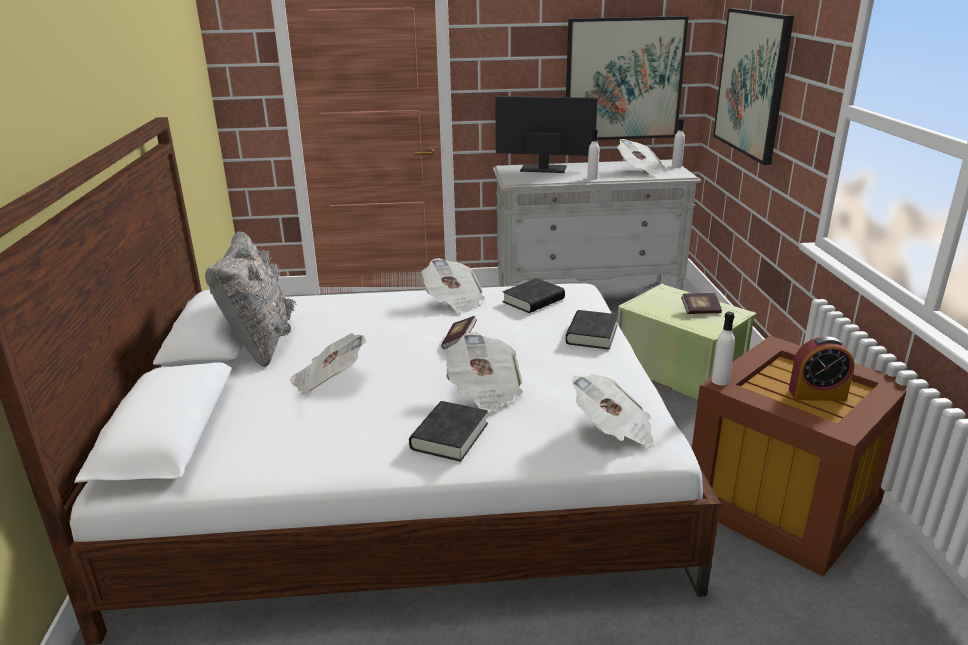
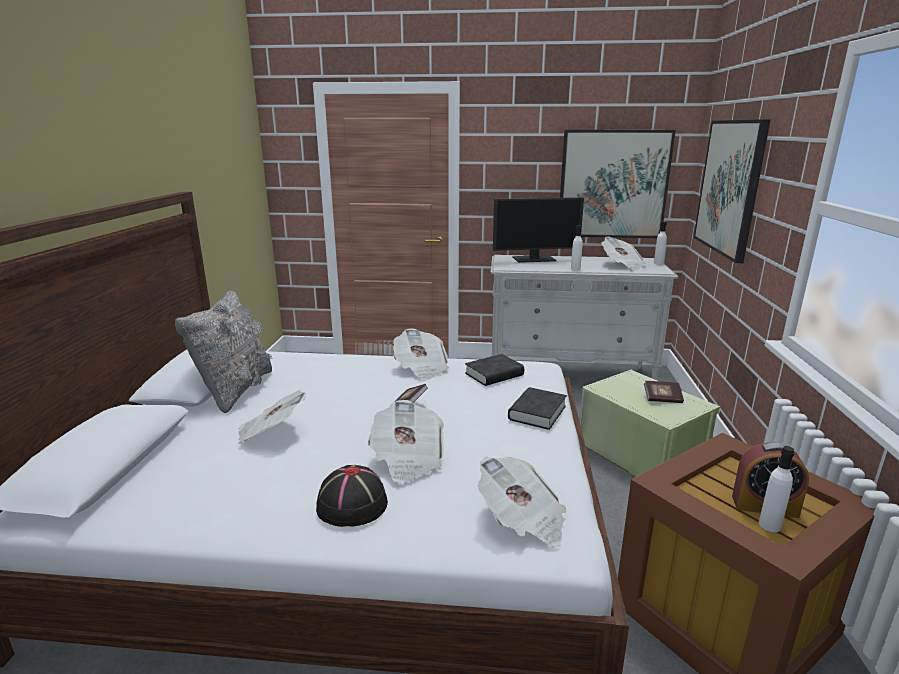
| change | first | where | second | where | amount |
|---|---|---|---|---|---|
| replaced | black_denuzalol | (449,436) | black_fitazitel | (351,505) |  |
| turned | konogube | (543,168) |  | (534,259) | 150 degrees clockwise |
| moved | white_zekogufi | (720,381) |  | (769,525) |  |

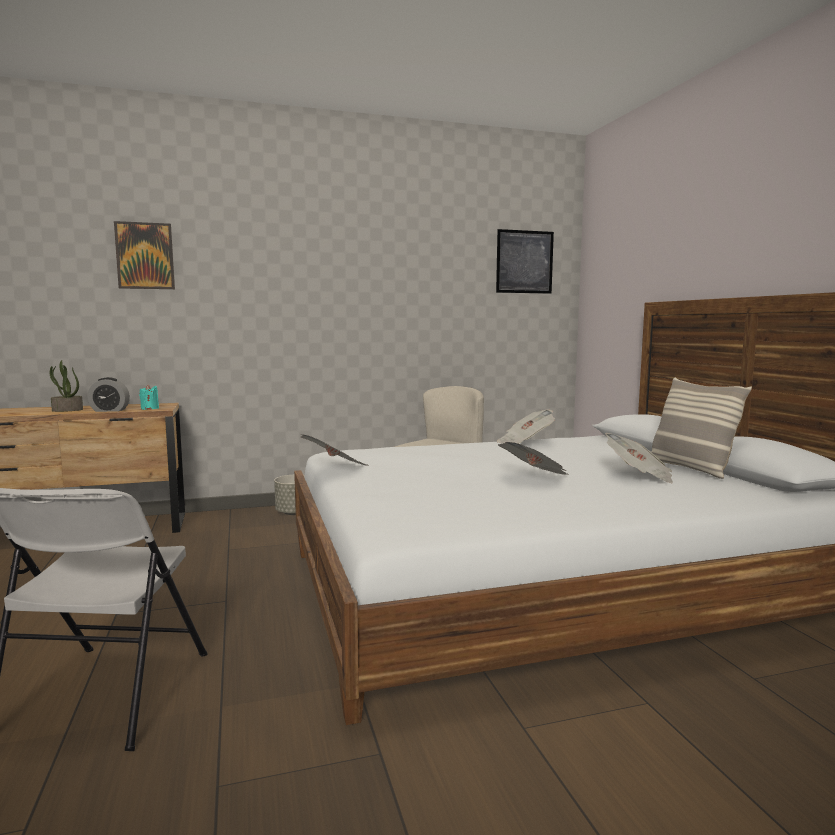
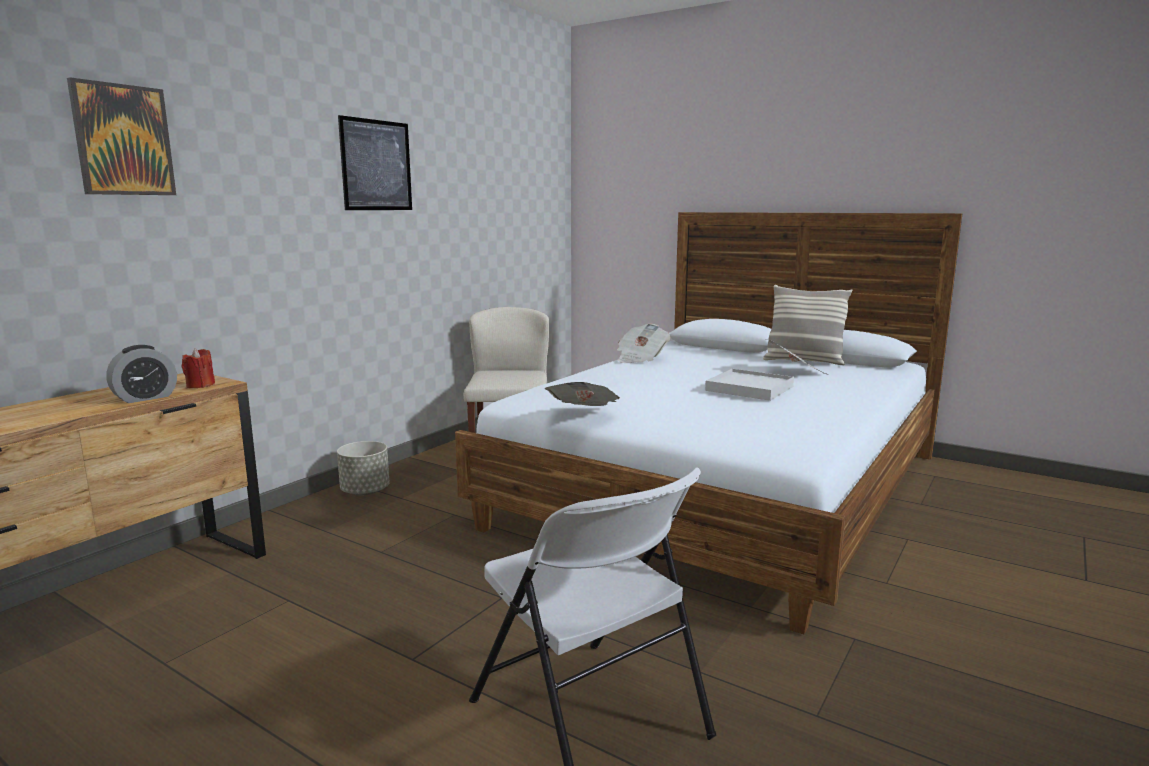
| change | first | where | second | where | amount |
|---|---|---|---|---|---|
| removed | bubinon | (67,410) |  |  |  |
| recoloured | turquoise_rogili | (150,408) | red_rogili | (200,385) |  |
| moved | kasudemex | (524,262) |  | (376,165) |  |
| replaced | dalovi | (535,478) | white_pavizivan | (749,388) |  |

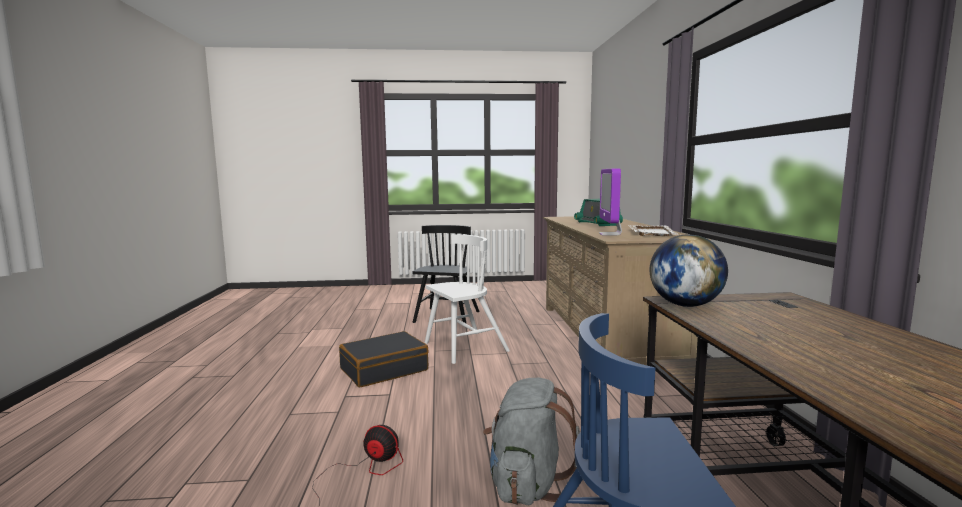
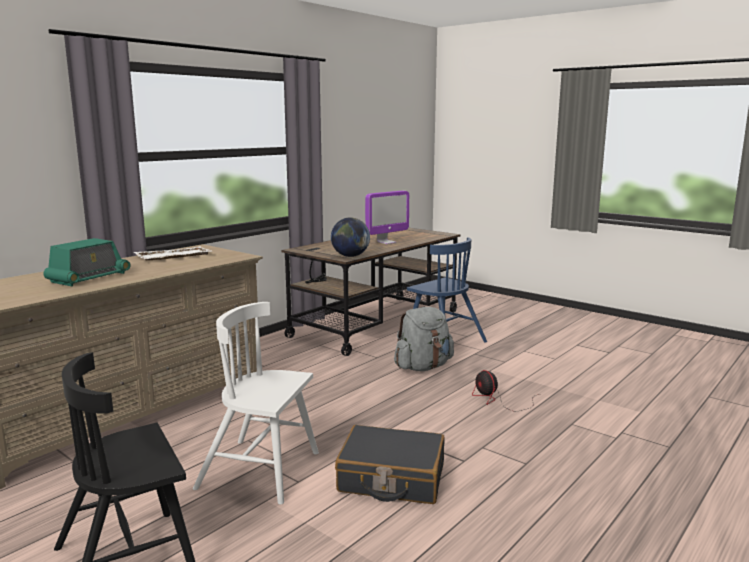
| change | first | where | second | where | amount |
|---|---|---|---|---|---|
| moved | konogube | (610,234) |  | (386,242) |  |

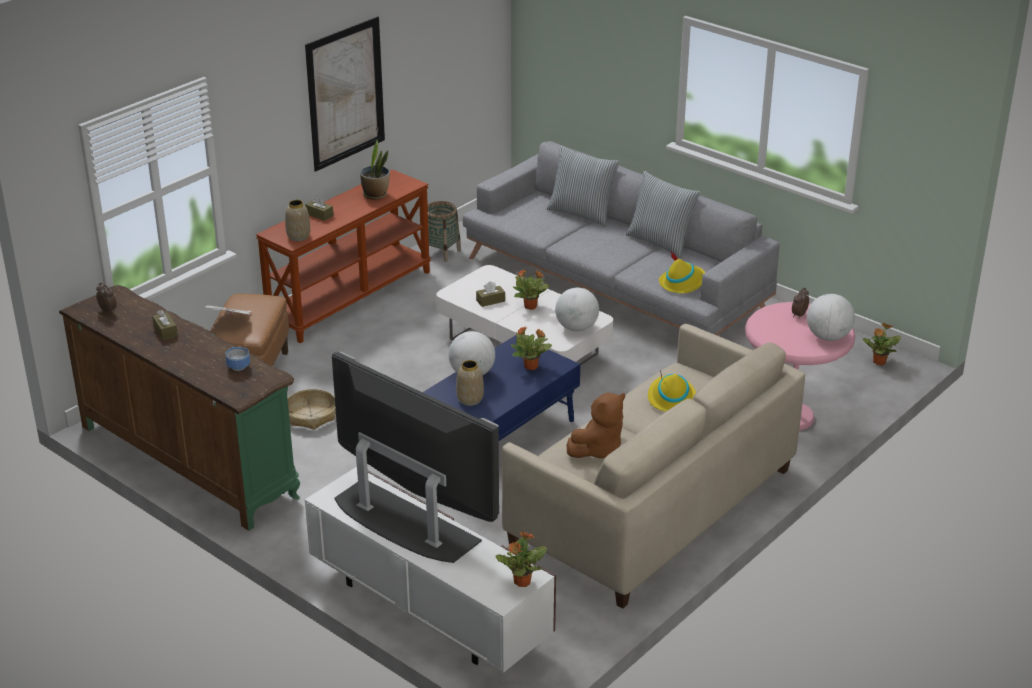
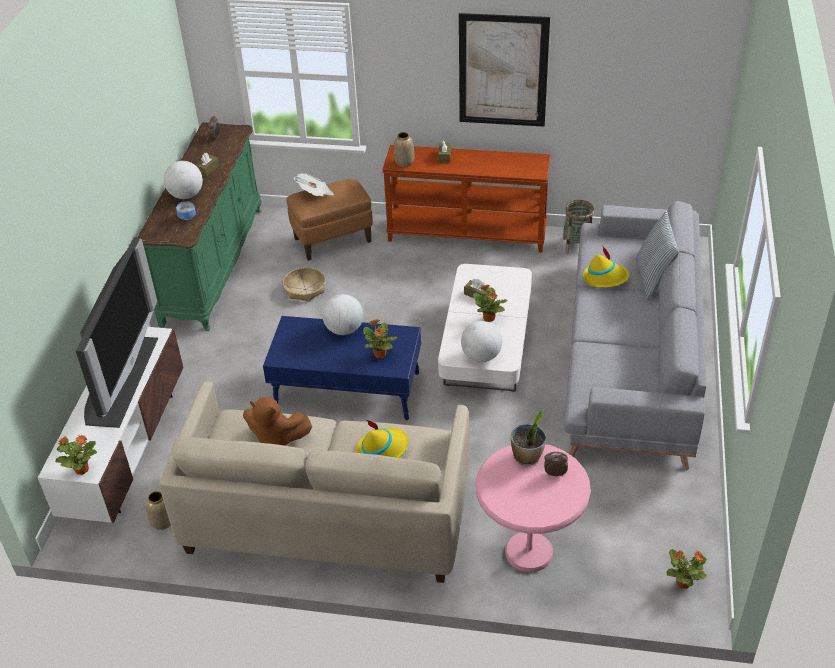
| change | first | where | second | where | amount |
|---|---|---|---|---|---|
| moved | bubinon | (375,195) |  | (527,456) |  |
| moved | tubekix | (470,400) |  | (162,522) |  |
| removed | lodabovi | (660,242) |  |  |  |
| moved | yellow_fitazitel | (682,283) |  | (605,278) |  |
| moved | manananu | (828,337) |  | (186,195) |  |

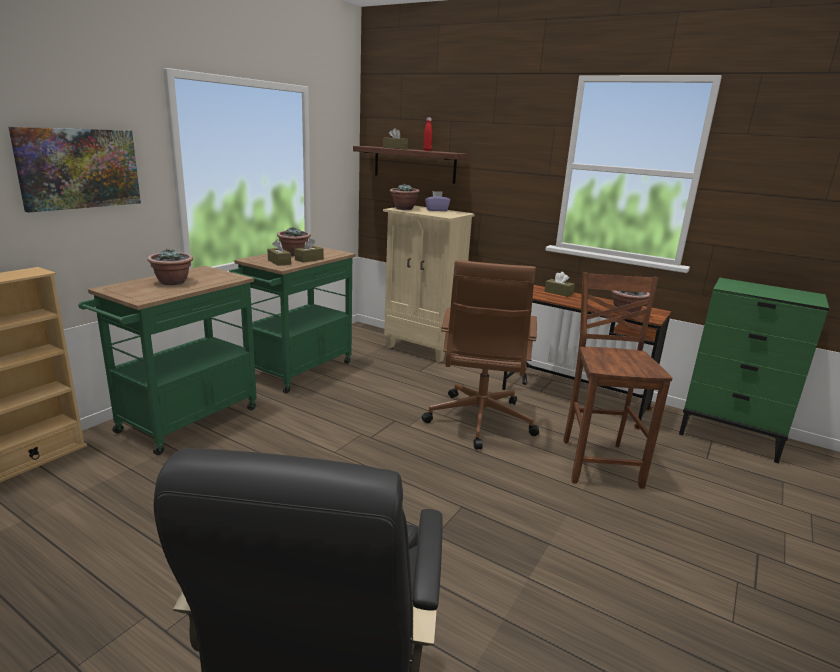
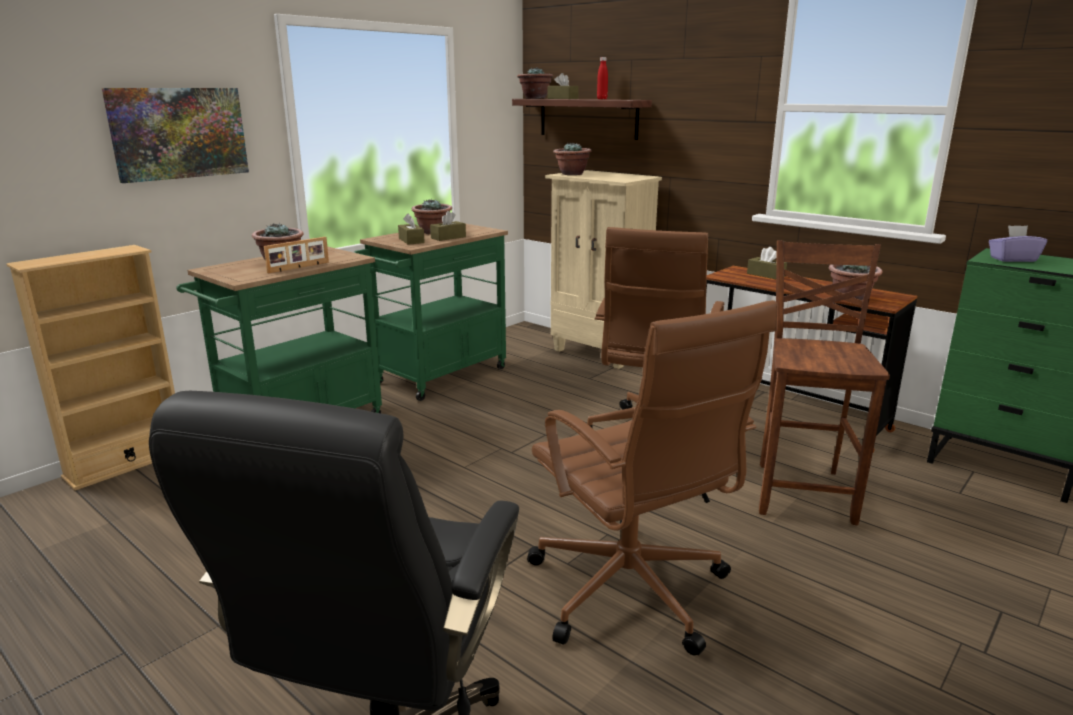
| change | first | where | second | where | amount |
|---|---|---|---|---|---|
| moved | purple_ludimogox | (436,210) |  | (1012,259) |  |
| added |  |  | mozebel | (299,267) |  |
| added |  |  | bubinon | (535,98) |  |
| added |  |  | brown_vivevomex | (631,593) |  |

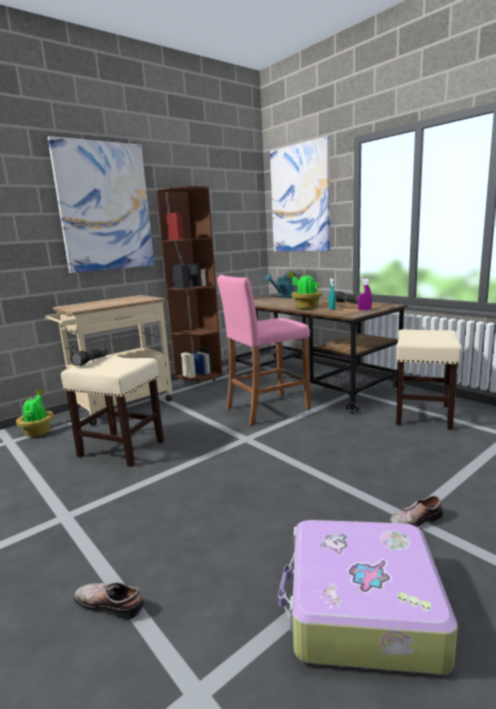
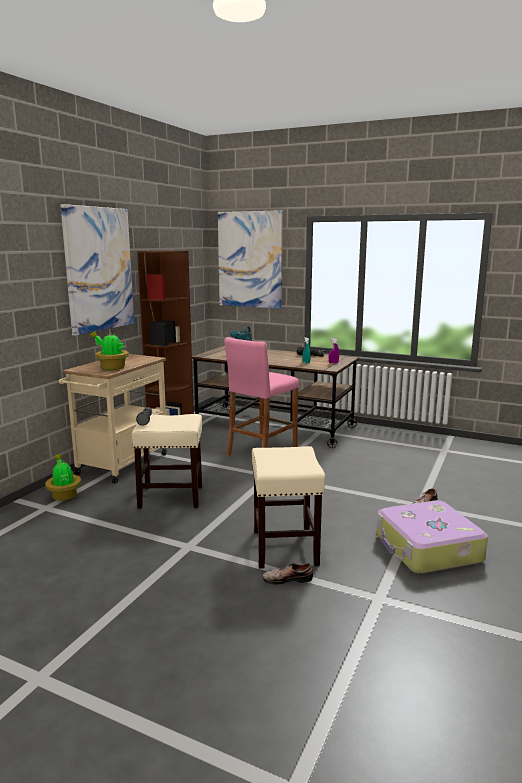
| change | first | where | second | where | amount |
|---|---|---|---|---|---|
| moved | bubinon | (305,307) |  | (111,368) |  |
| moved | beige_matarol | (423,415) |  | (285,548) |  |

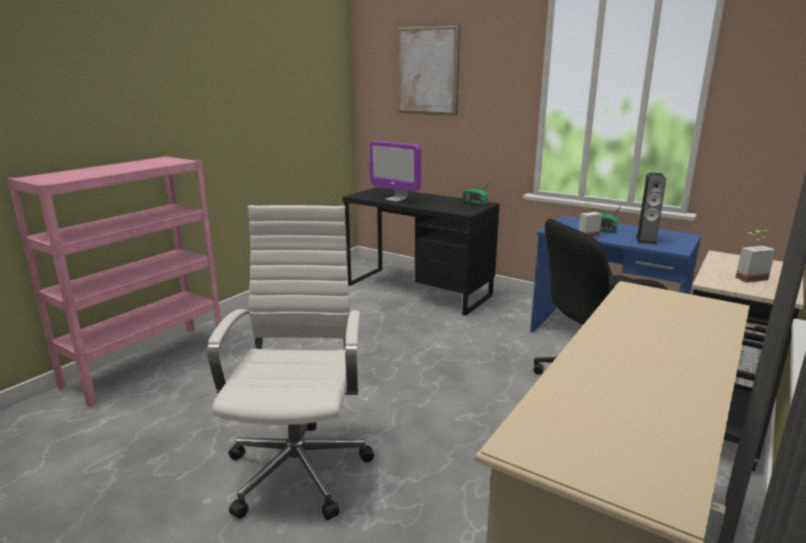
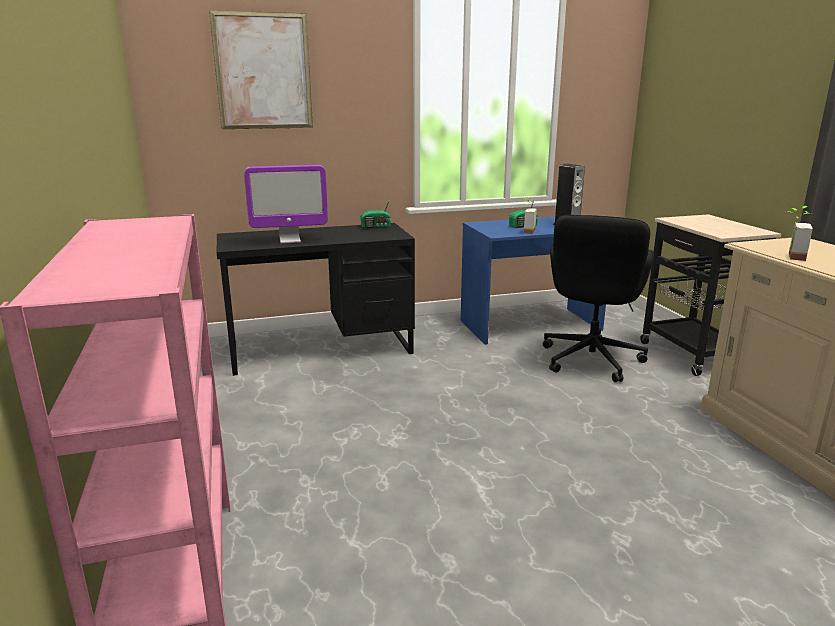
| change | first | where | second | where | amount |
|---|---|---|---|---|---|
| removed | white_vivevomex | (299,466) |  |  |  |
| moved | bubinon | (747,276) |  | (790,256) |  |

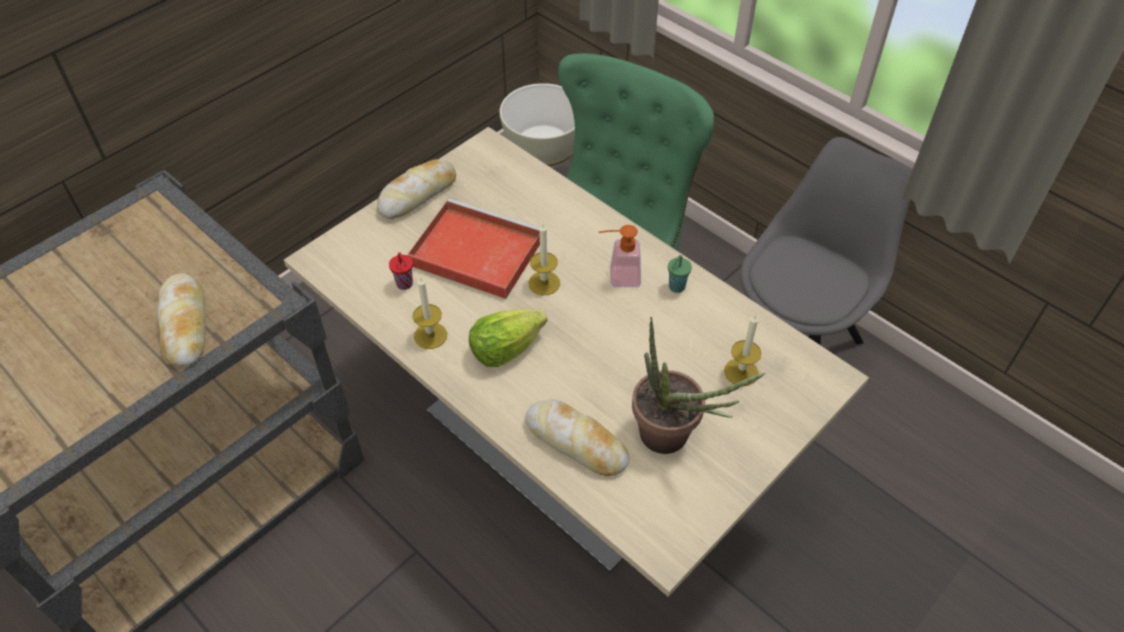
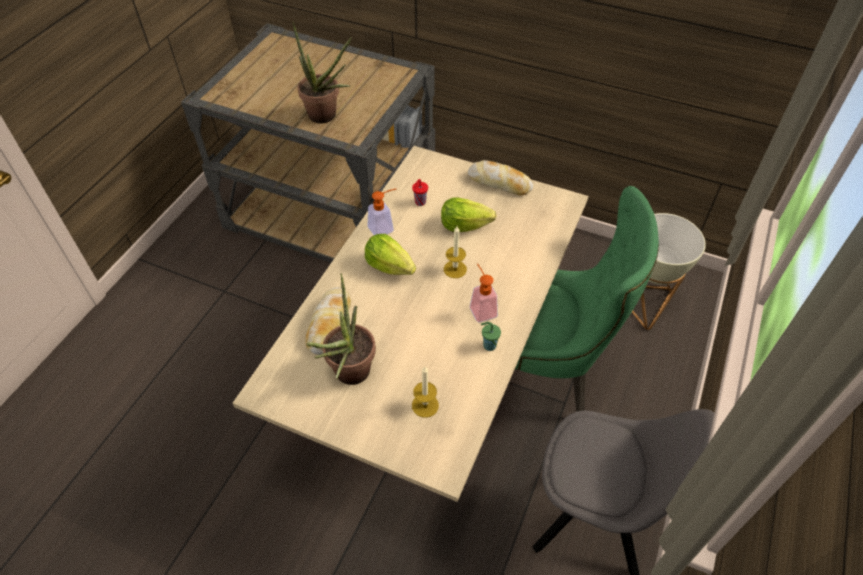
| change | first | where | second | where | amount |
|---|---|---|---|---|---|
| replaced | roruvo | (185,325) | bubinon | (327,117) |  |
| replaced | red_pavizivan | (474,252) | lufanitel | (464,225) |  |
| replaced | rogili | (430,335) | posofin | (384,227) |  |

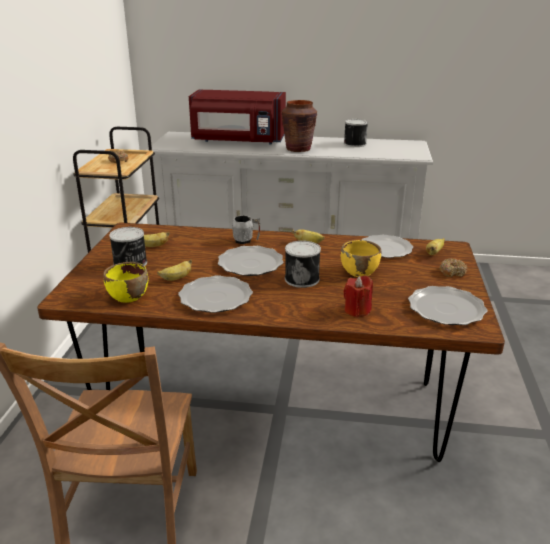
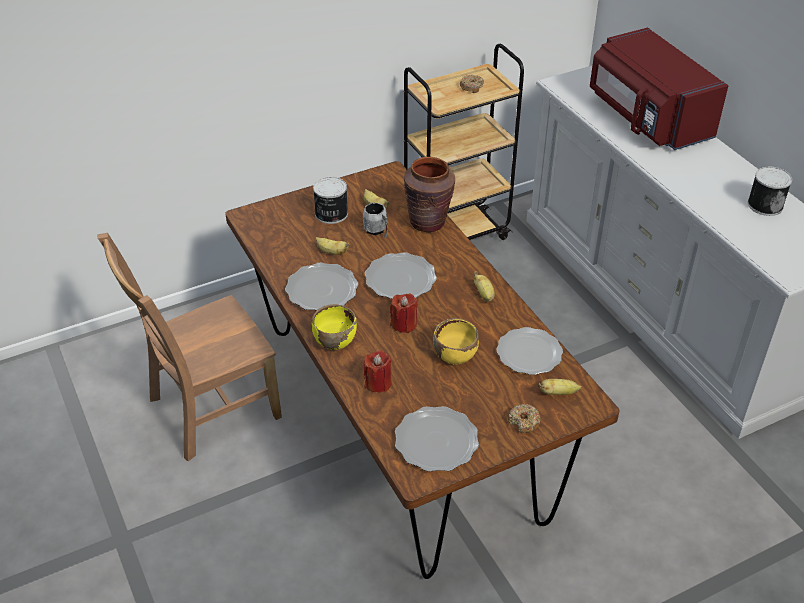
| change | first | where | second | where | amount |
|---|---|---|---|---|---|
| moved | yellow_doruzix | (128,297) |  | (334,340) |  |
| moved | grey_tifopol | (246,240) |  | (377,231) |  |
| moved | brown_tubekix | (298,149) |  | (428,222) |  |
| replaced | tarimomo | (302,278) | red_rogili | (404,324) |  |

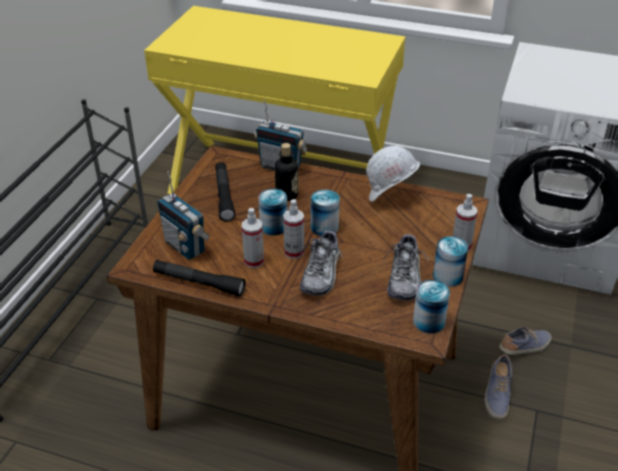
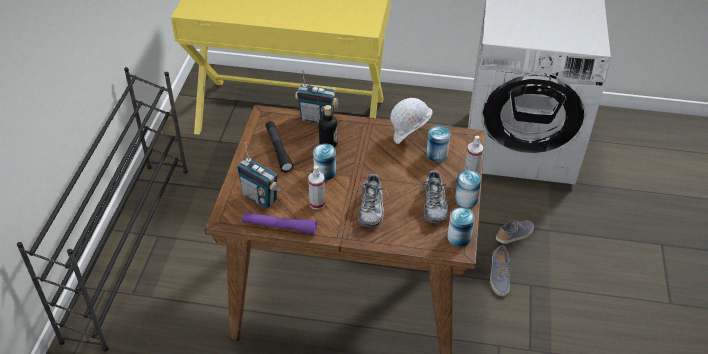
| change | first | where | second | where | amount |
|---|---|---|---|---|---|
| recoloured | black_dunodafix | (199,283) | purple_dunodafix | (279,227) |  |
| removed | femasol | (294,252) |  |  |  |
| moved | tarimomo | (324,227) |  | (437,154) |  |

